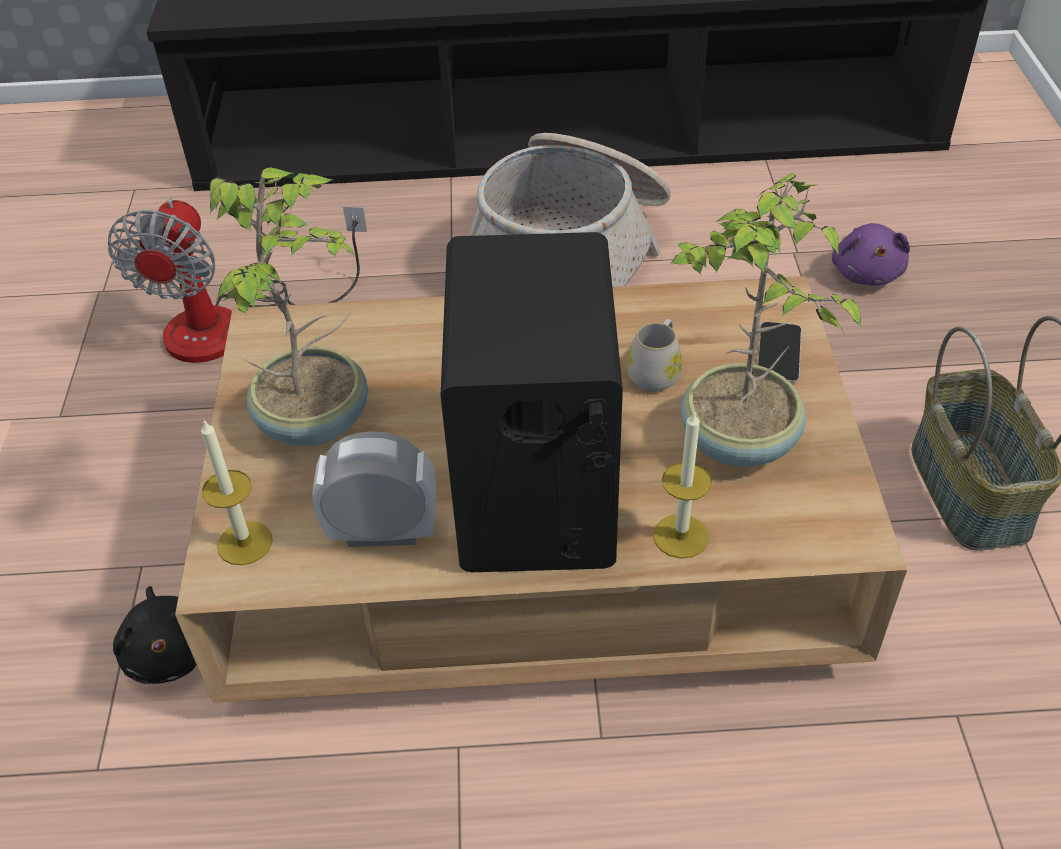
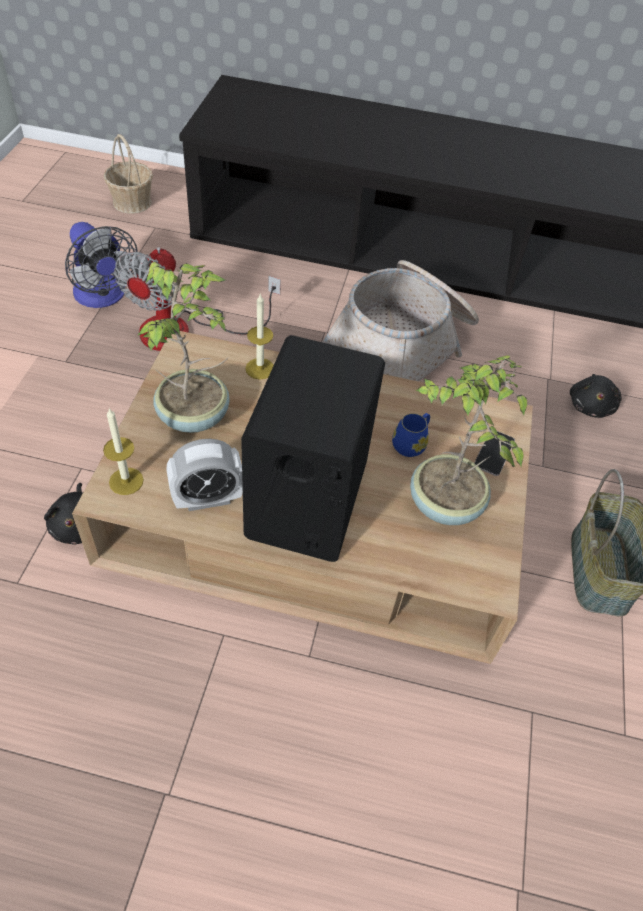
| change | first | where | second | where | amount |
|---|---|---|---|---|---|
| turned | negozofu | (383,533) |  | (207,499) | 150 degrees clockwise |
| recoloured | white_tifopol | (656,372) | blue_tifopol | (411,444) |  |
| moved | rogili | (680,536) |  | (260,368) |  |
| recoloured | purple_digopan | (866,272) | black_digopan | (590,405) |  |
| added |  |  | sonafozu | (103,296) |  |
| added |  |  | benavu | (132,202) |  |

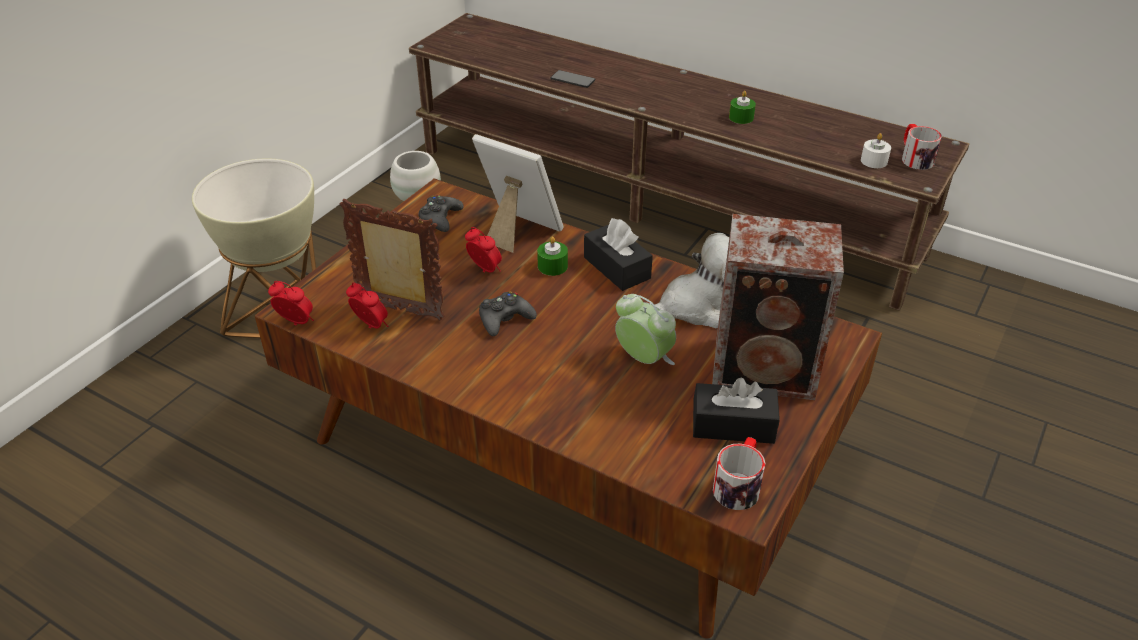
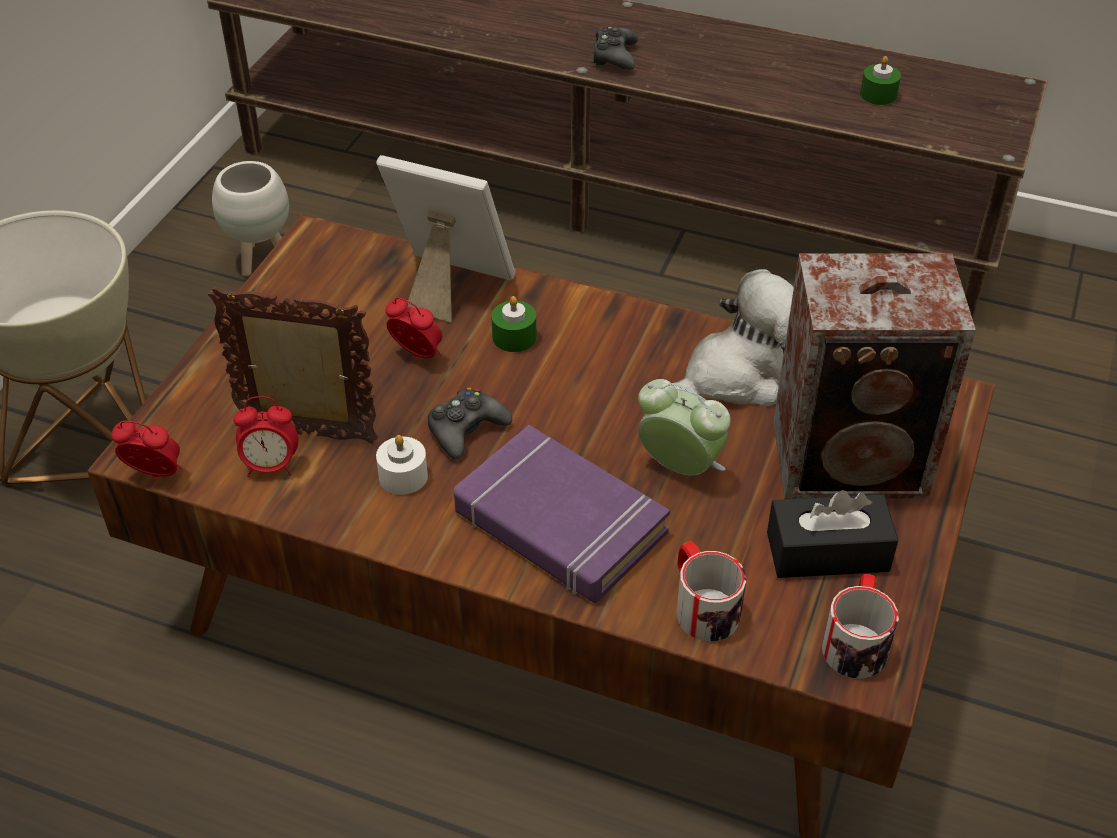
| change | first | where | second | where | amount |
|---|---|---|---|---|---|
| turned | negozofu | (371,326) |  | (271,466) | 150 degrees clockwise |
| moved | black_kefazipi | (440,219) |  | (614,56) |  |
| removed | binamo | (572,80) |  |  |  |
| removed | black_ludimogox | (617,268) |  |  |  |
| moved | green_rogili | (741,117) |  | (878,95) |  |
| moved | white_rogili | (874,161) |  | (403,476) |  |
| moved | tifopol | (914,158) |  | (702,605) |  |
| added |  |  | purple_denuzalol | (559,523) |  |

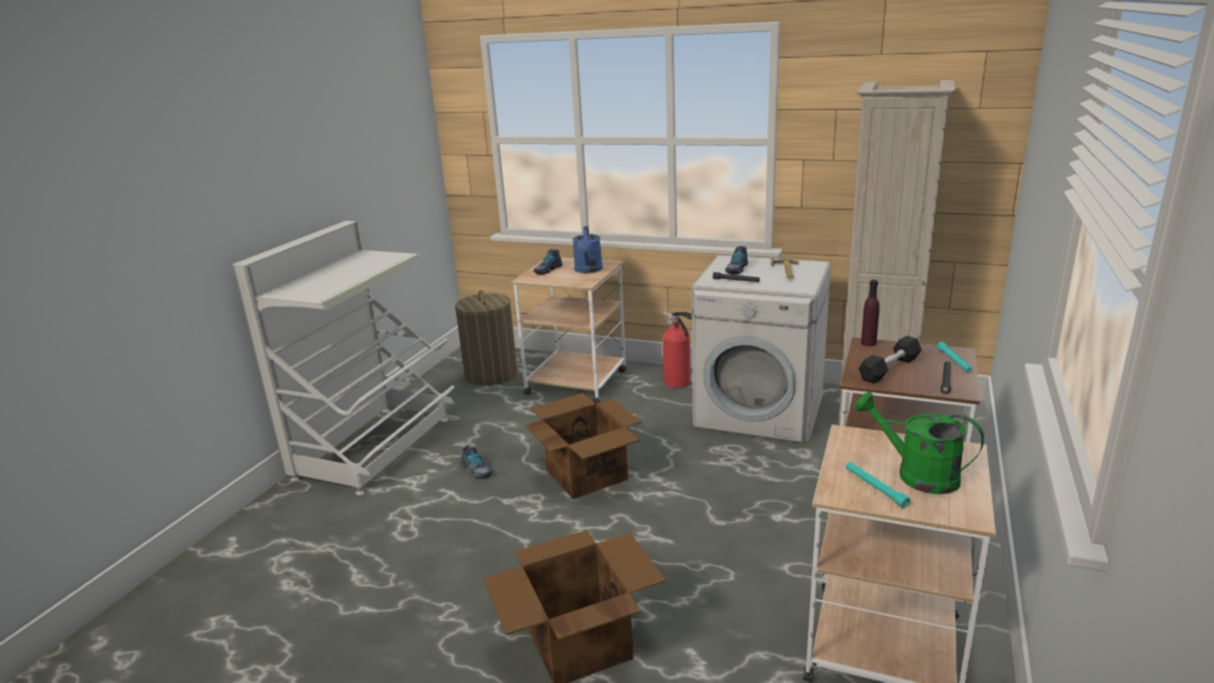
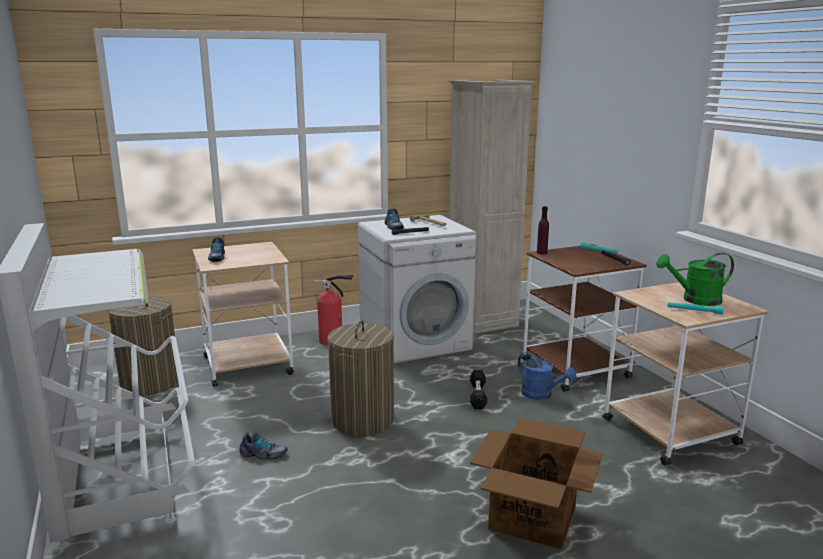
| change | first | where | second | where | amount |
|---|---|---|---|---|---|
| replaced | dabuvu | (586,474) | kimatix | (362,420) |  |
| moved | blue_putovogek | (588,270) |  | (541,395) |  |
| moved | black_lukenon | (889,369) |  | (478,395) |  |

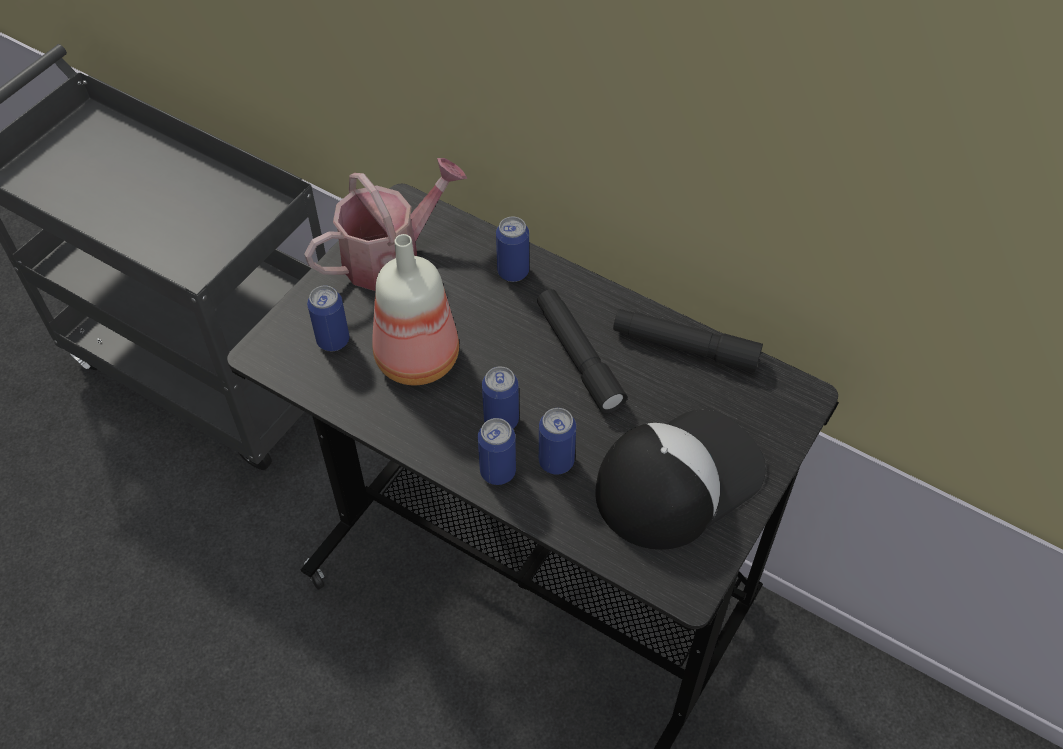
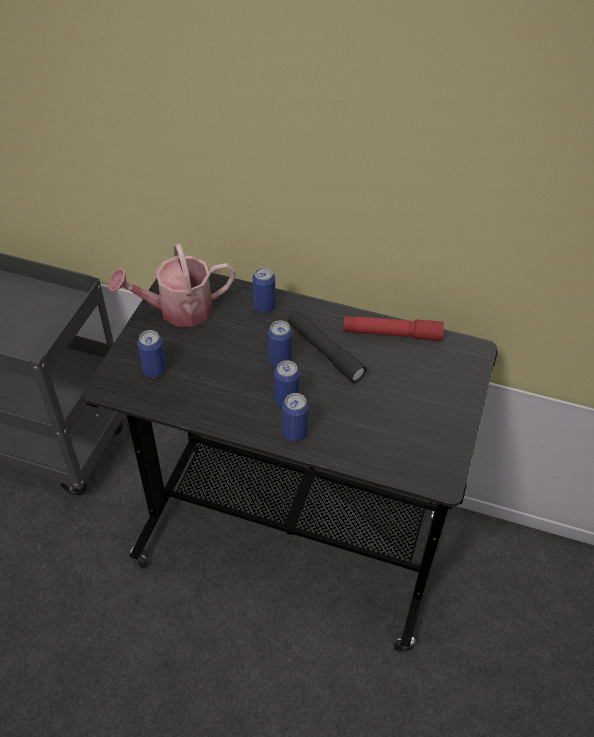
| change | first | where | second | where | amount |
|---|---|---|---|---|---|
| turned | putovogek | (391,256) |  | (178,310) | 150 degrees counterclockwise |
| removed | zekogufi | (416,360) |  |  |  |
| moved | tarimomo | (556,461) |  | (280,360) |  |
| removed | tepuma | (677,478) |  |  |  |
| recoloured | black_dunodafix | (685,347) | red_dunodafix | (391,334) |  |

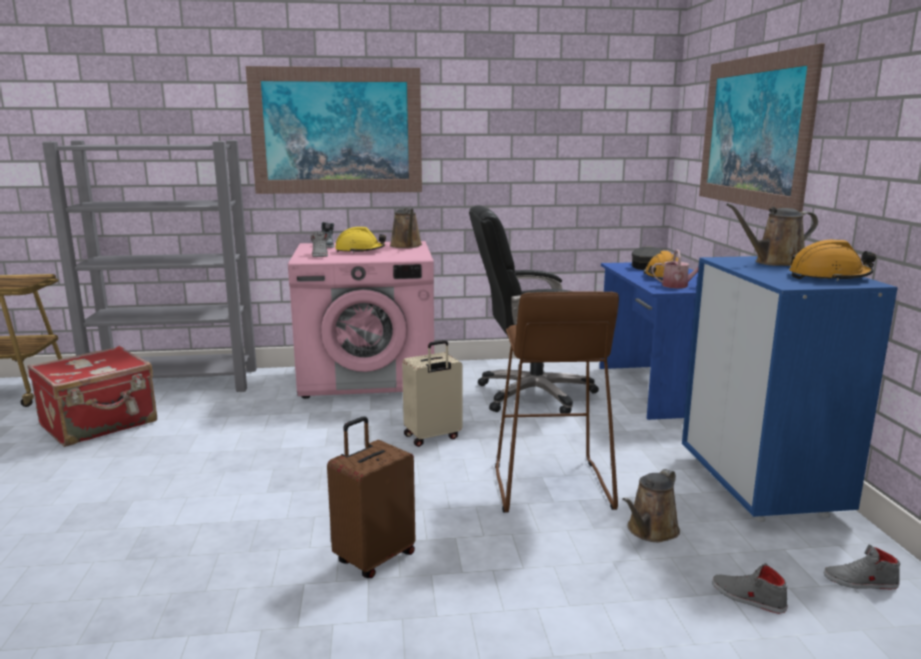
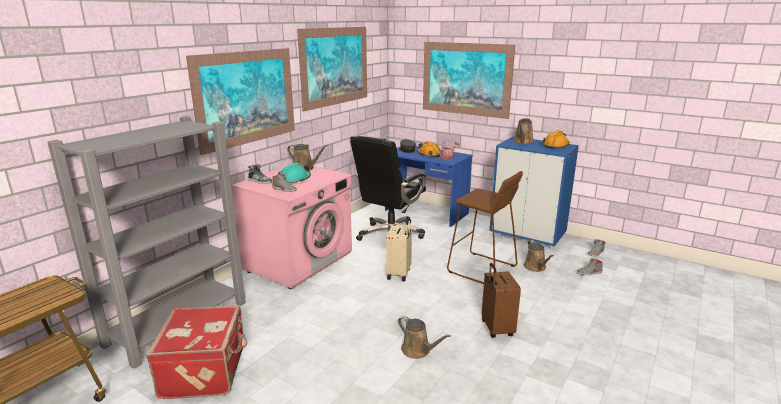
| change | first | where | second | where | amount |
|---|---|---|---|---|---|
| recoloured | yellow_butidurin | (360,251) | turquoise_butidurin | (294,179) |  |
| added |  |  | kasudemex | (335,66) |  |
| added |  |  | brown_putovogek | (418,350) |  |

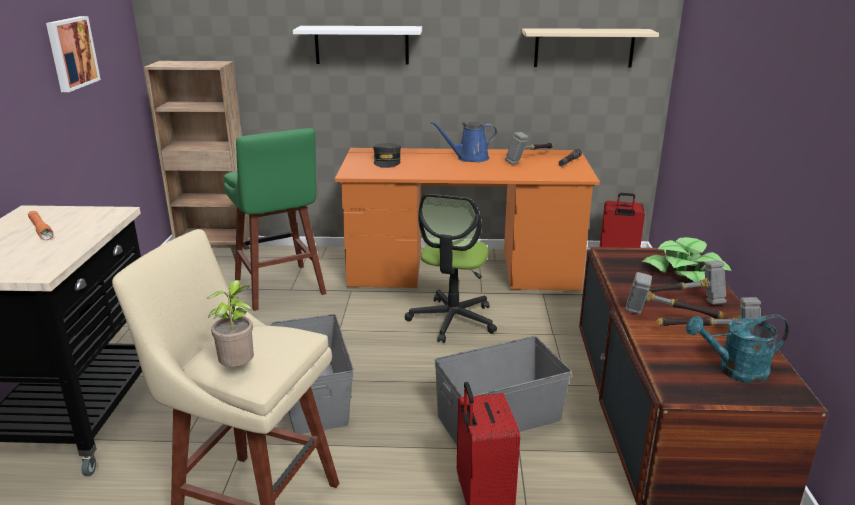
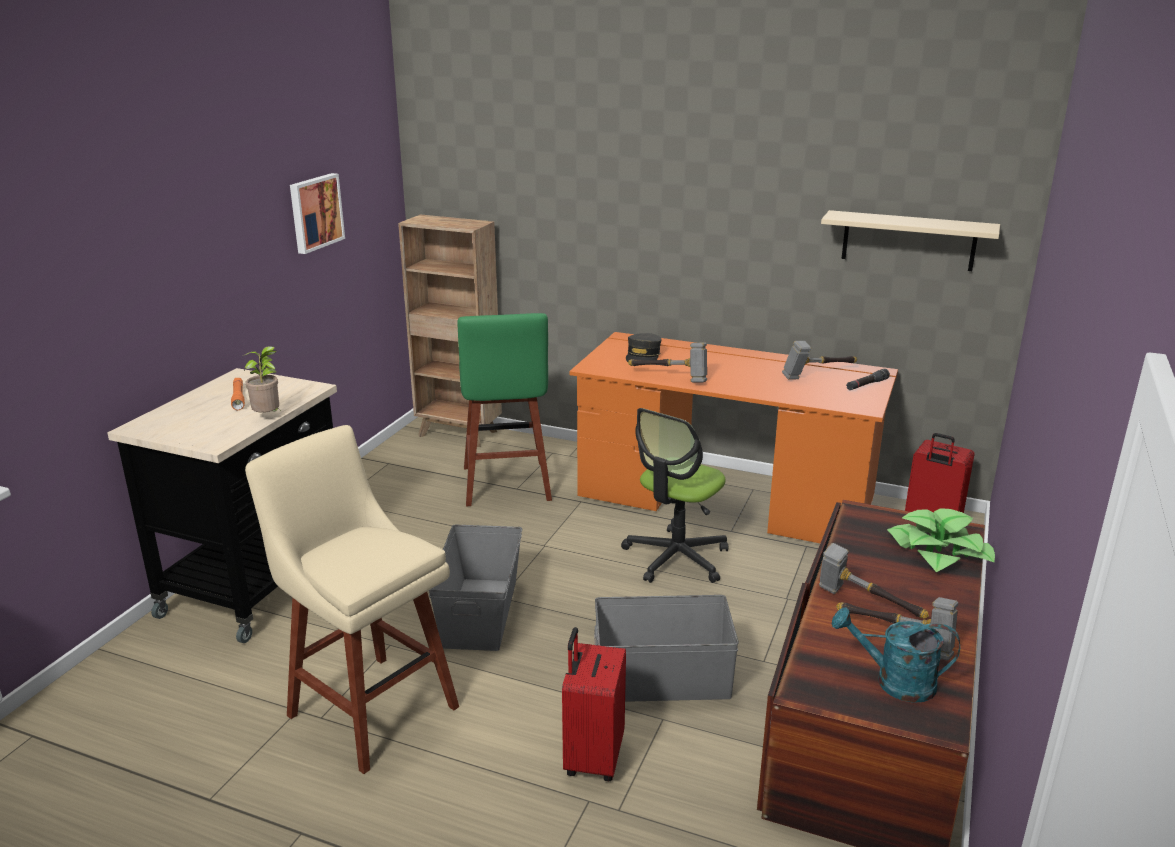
| change | first | where | second | where | amount |
|---|---|---|---|---|---|
| moved | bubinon | (239,368) |  | (268,417) |  |
| removed | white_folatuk | (361,45) |  |  |  |
| removed | blue_putovogek | (469,158) |  |  |  |
| moved | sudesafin | (681,302) |  | (670,378) |  |

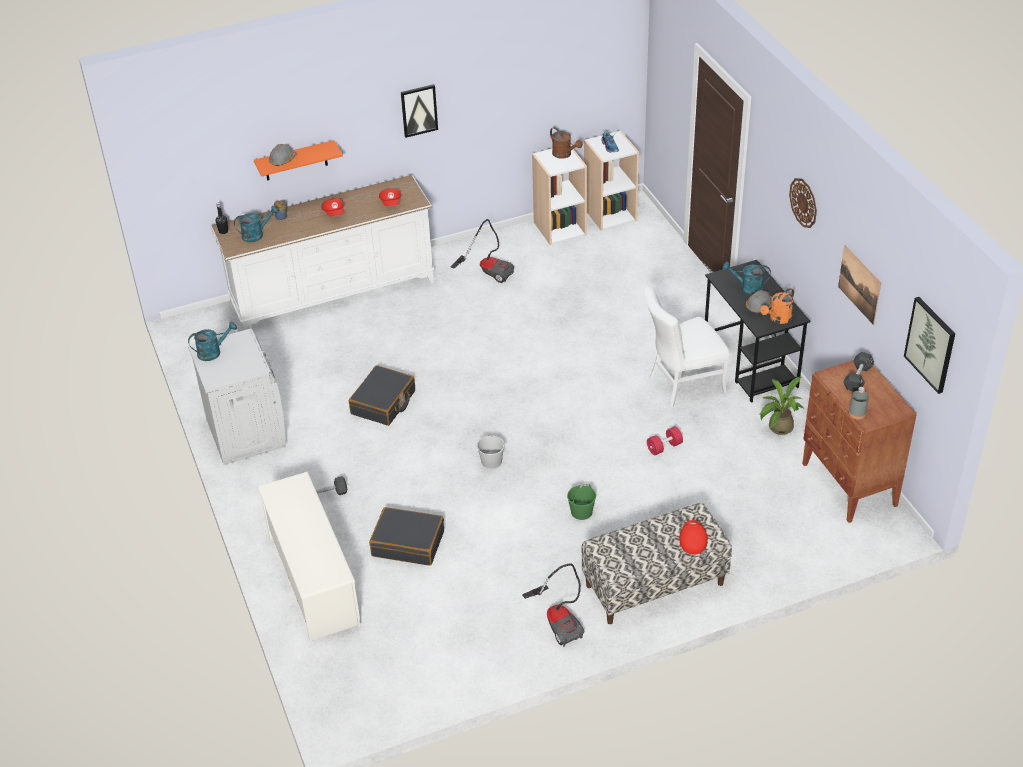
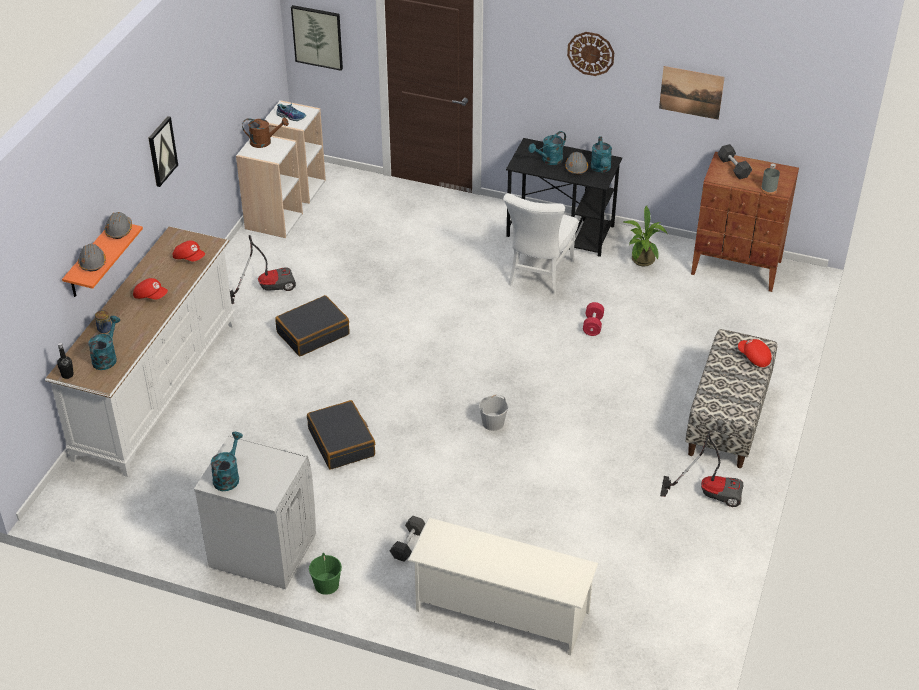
| change | first | where | second | where | amount |
|---|---|---|---|---|---|
| moved | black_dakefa | (408,543) |  | (313,333) |  |
| moved | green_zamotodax | (581,512) |  | (327,585) |  |
| recoloured | orange_putovogek | (778,319) | turquoise_putovogek | (601,169) |  |
| moved | kasudemex | (931,344) |  | (317,37) |  |
| added |  |  | grey_butidurin | (119,230) |  |

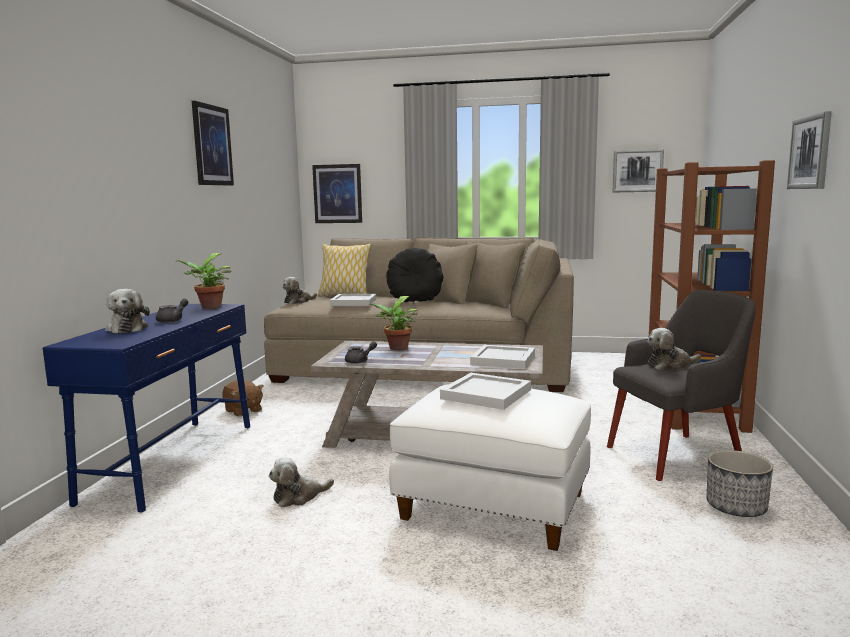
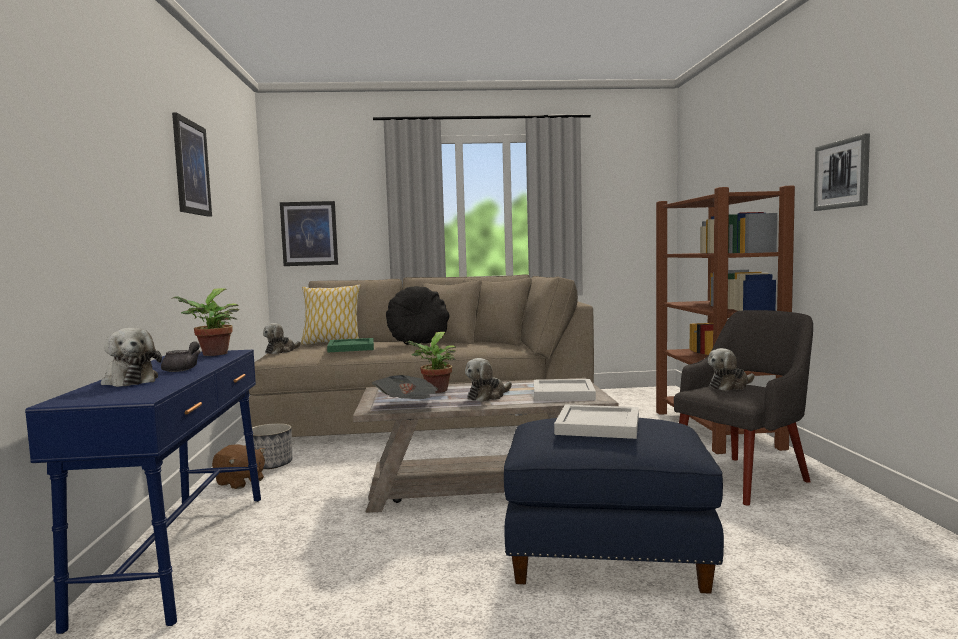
| change | first | where | second | where | amount |
|---|---|---|---|---|---|
| moved | digopan | (299,496) |  | (487,396) |  |
| recoloured | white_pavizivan | (353,302) | green_pavizivan | (350,347) |  |
| replaced | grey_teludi | (360,361) | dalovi | (408,406) |  |
| recoloured | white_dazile | (495,505) | blue_dazile | (608,553) |  |
| removed | kasudemex | (637,171) |  |  |  |
| moved | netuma | (736,507) |  | (271,465) |  |

